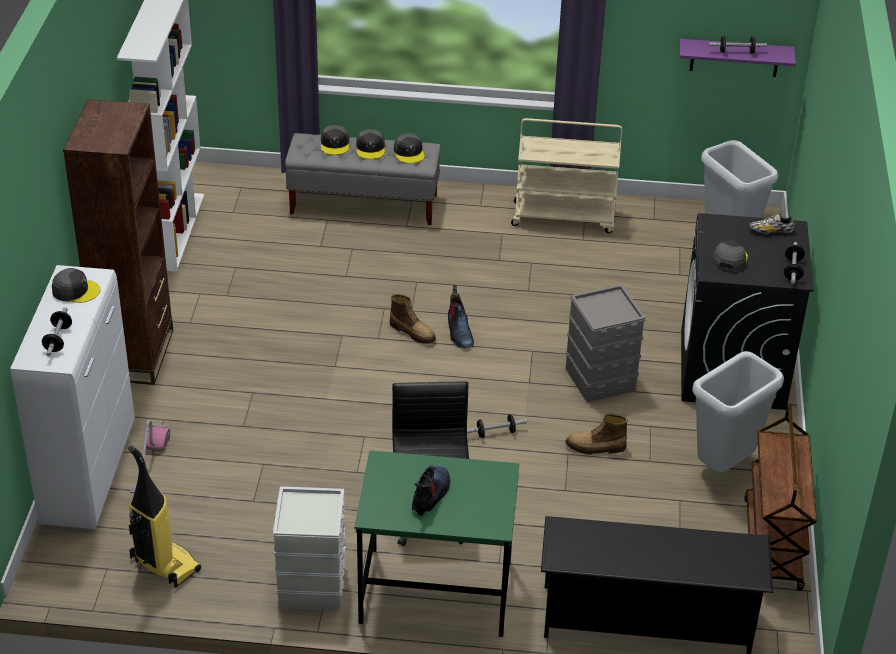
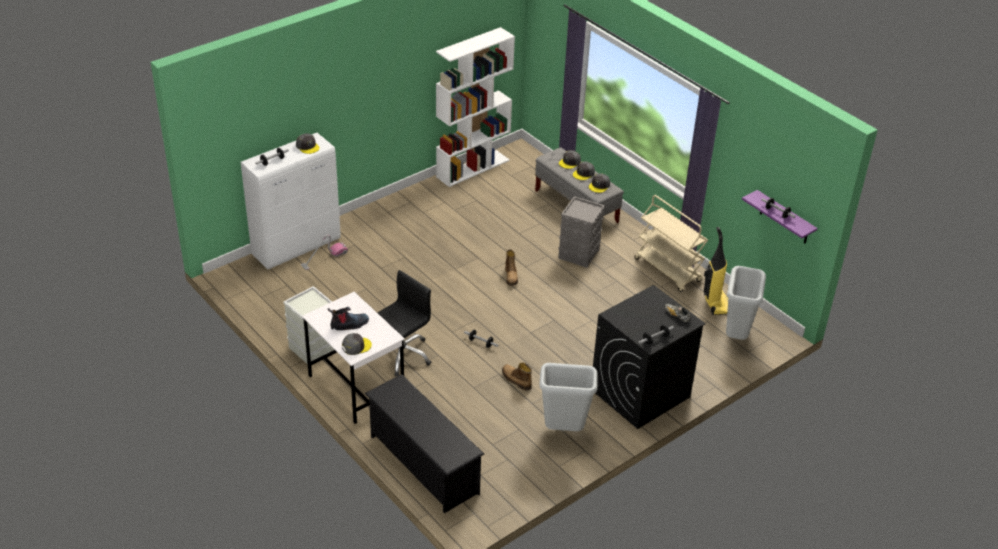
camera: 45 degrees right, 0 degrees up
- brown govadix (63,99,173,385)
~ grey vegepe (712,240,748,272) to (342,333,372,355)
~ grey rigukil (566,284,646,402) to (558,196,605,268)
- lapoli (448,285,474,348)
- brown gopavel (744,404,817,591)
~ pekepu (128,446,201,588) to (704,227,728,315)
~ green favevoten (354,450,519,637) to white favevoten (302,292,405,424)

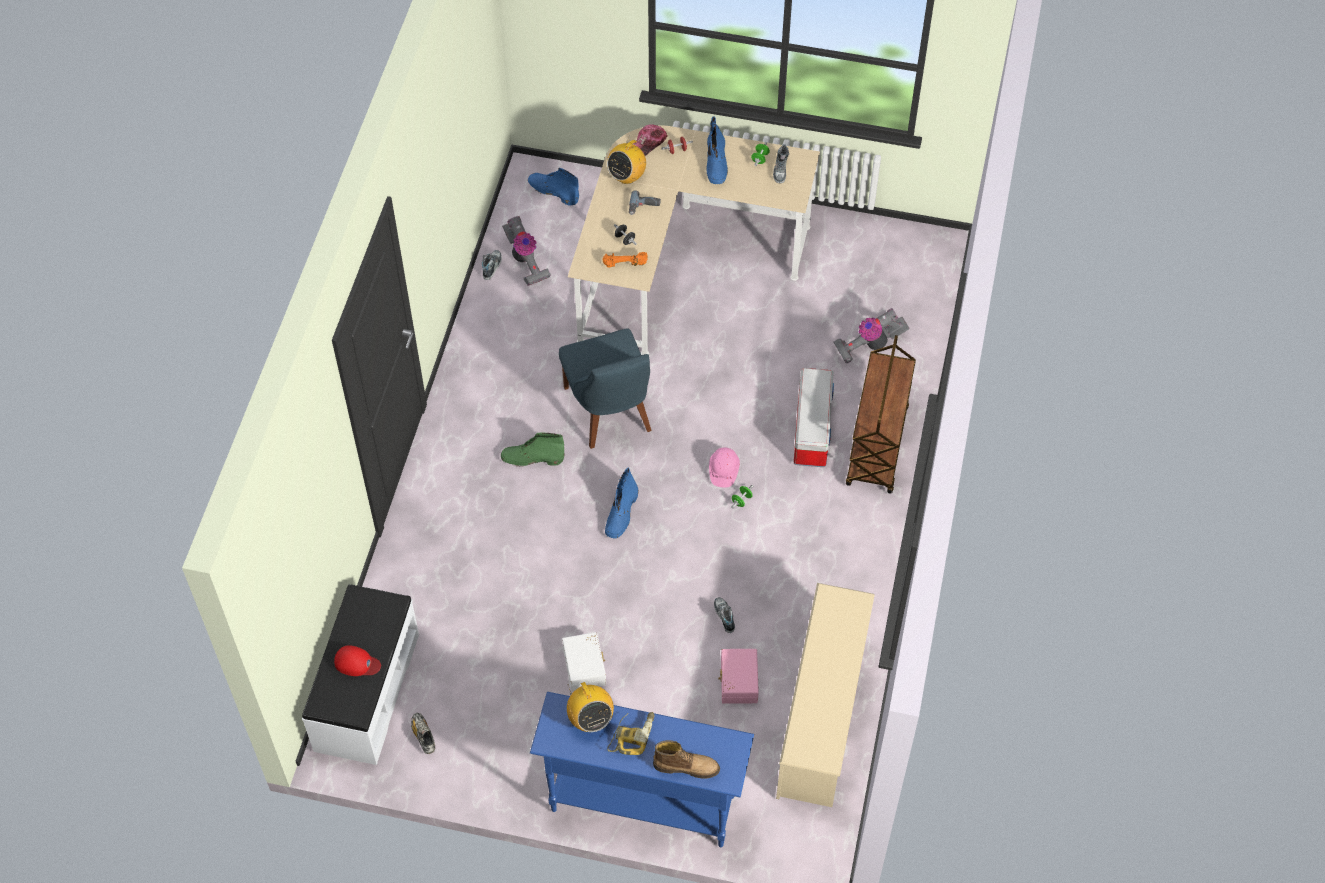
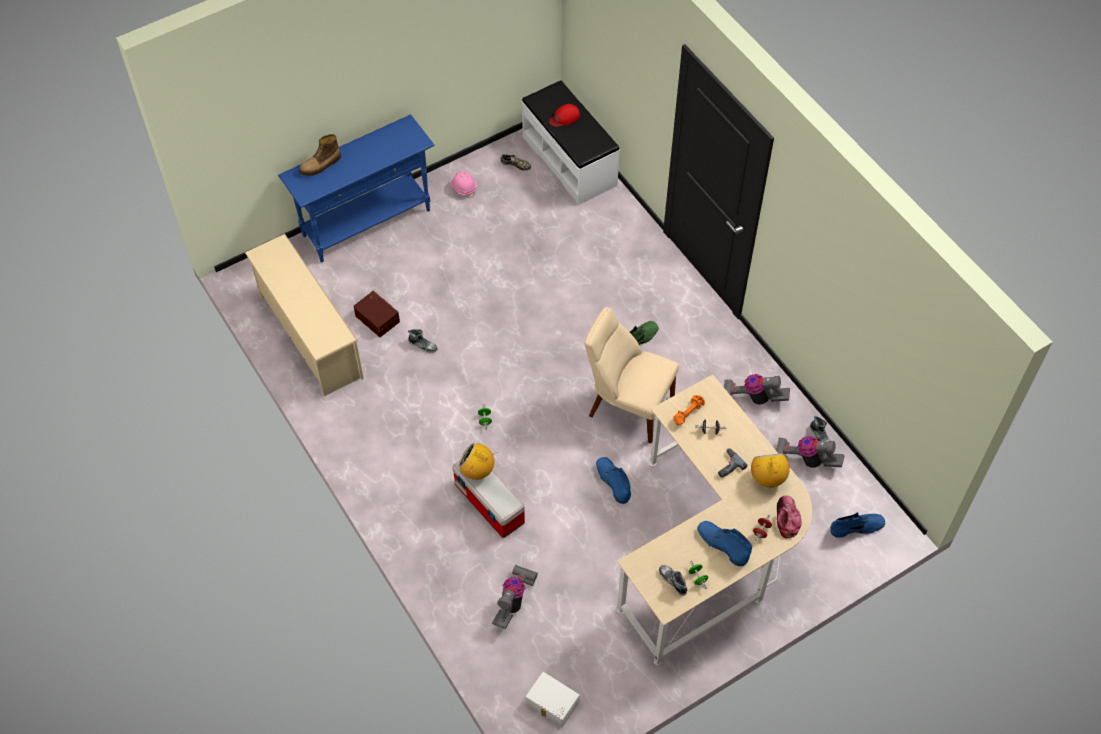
camera: 135 degrees right, 0 degrees up
~ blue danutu (559,328,652,449) to beige danutu (585,307,679,443)
- brown gopavel (846,335,916,494)
~ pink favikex (709,447,740,488) to (450,172,477,198)
~ blue lapoli (605,467,638,539) to (596,457,631,504)
~ white rigukil (562,632,606,691) to (526,672,580,727)
~ pink rigukil (718,649,759,704) to brown rigukil (354,291,400,337)
~ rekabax (567,682,614,732) to (458,443,498,480)
- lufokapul (607,712,654,755)
+ pekepu (724,374,790,405)

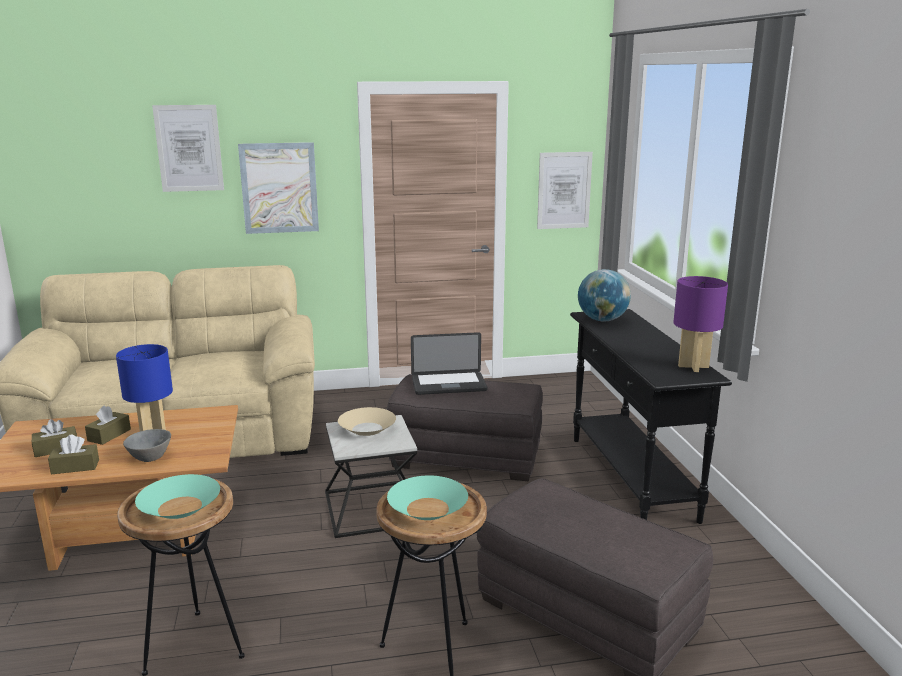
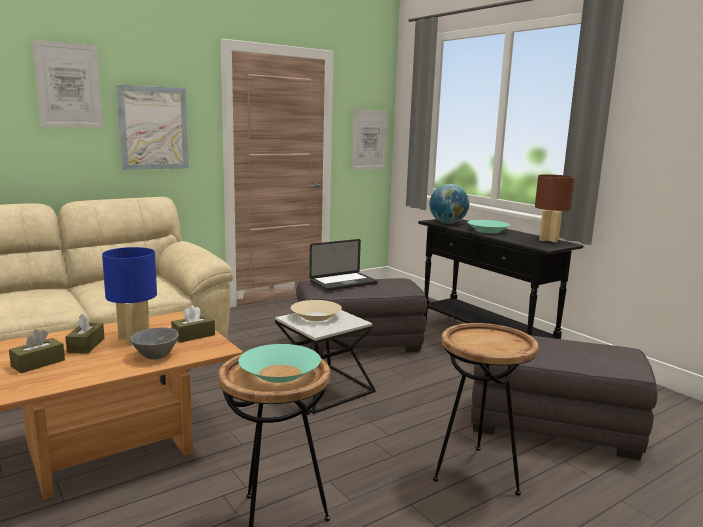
camera: 25 degrees left, 5 degrees down
~ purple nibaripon (673,276,728,372) to brown nibaripon (535,174,575,243)
~ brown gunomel (48,435,99,474) to (171,305,215,343)
~ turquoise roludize (387,475,468,520) to (467,220,510,233)

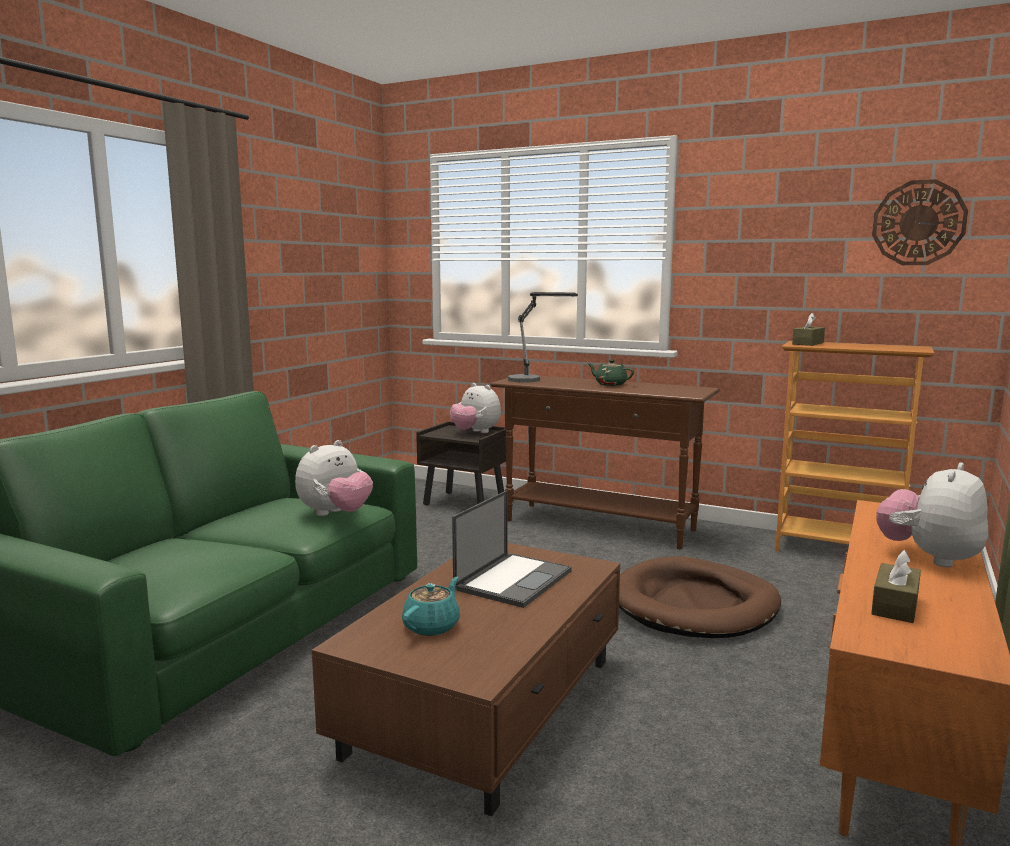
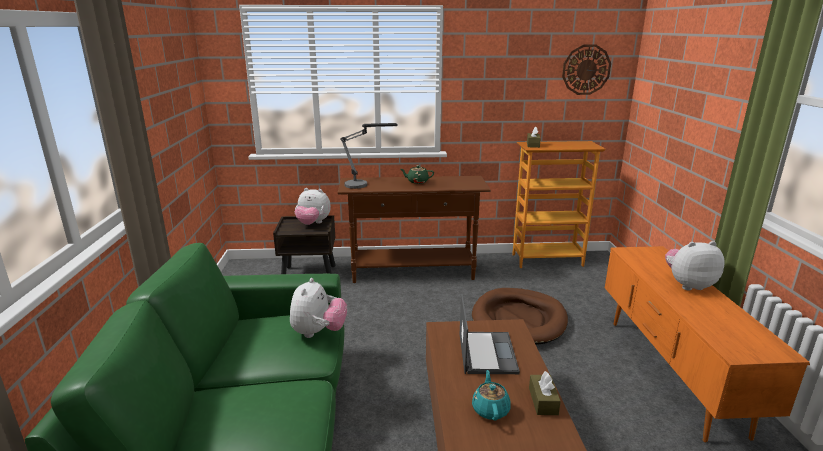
camera: 30 degrees left, 10 degrees up
~ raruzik (876,463,988,567) = (665,241,725,291) 75 degrees clockwise
~ brown gunomel (871,550,921,623) to (529,371,561,415)

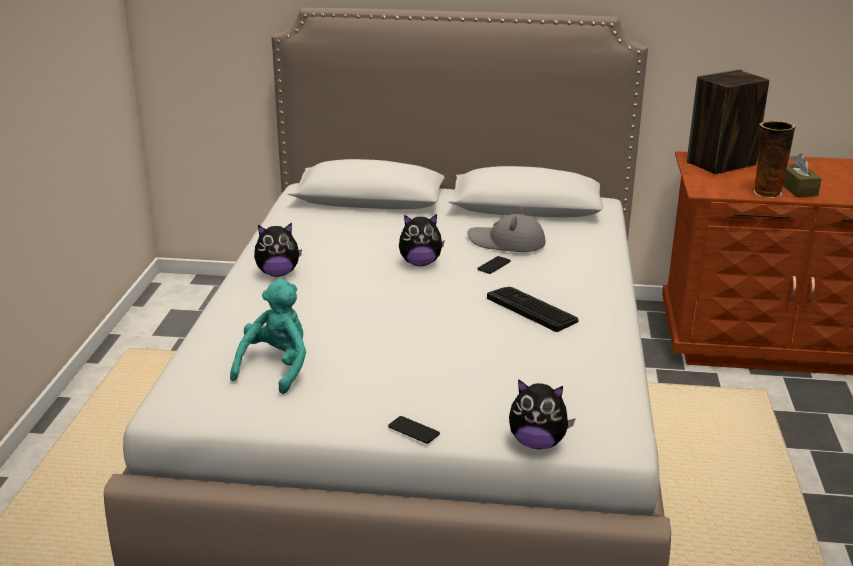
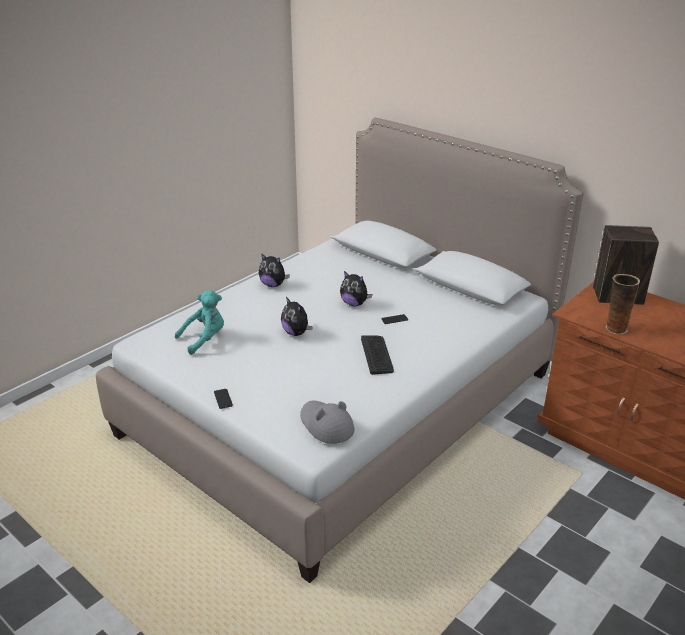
camera: 35 degrees right, 5 degrees up
- brown gunomel (783,153,822,197)
~ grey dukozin (468,207,545,252) to (300,401,354,444)
~ raruzik (509,379,576,449) to (281,297,313,336)

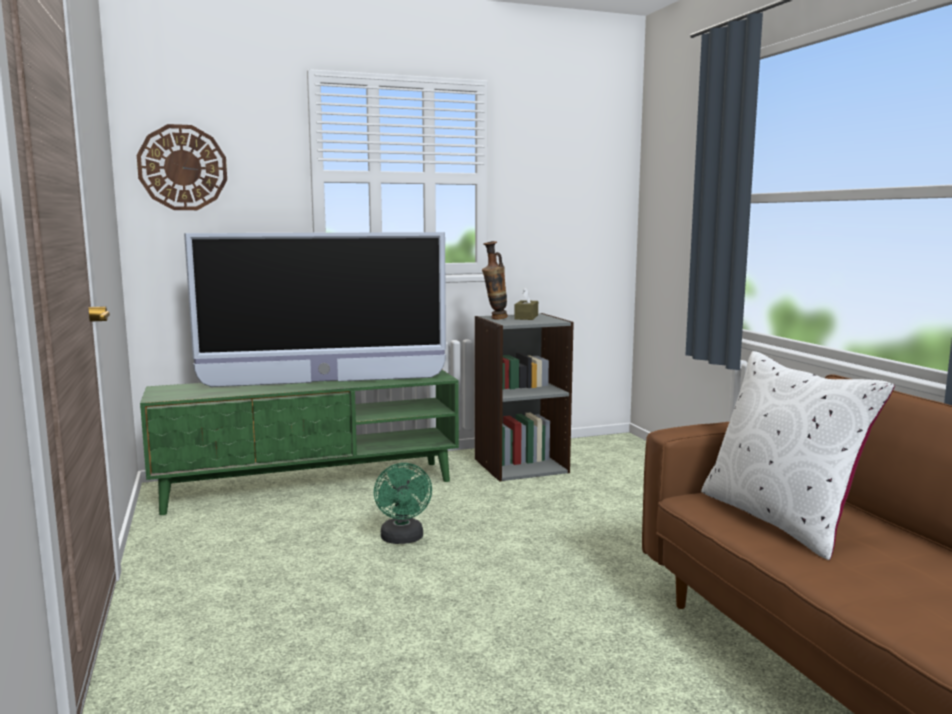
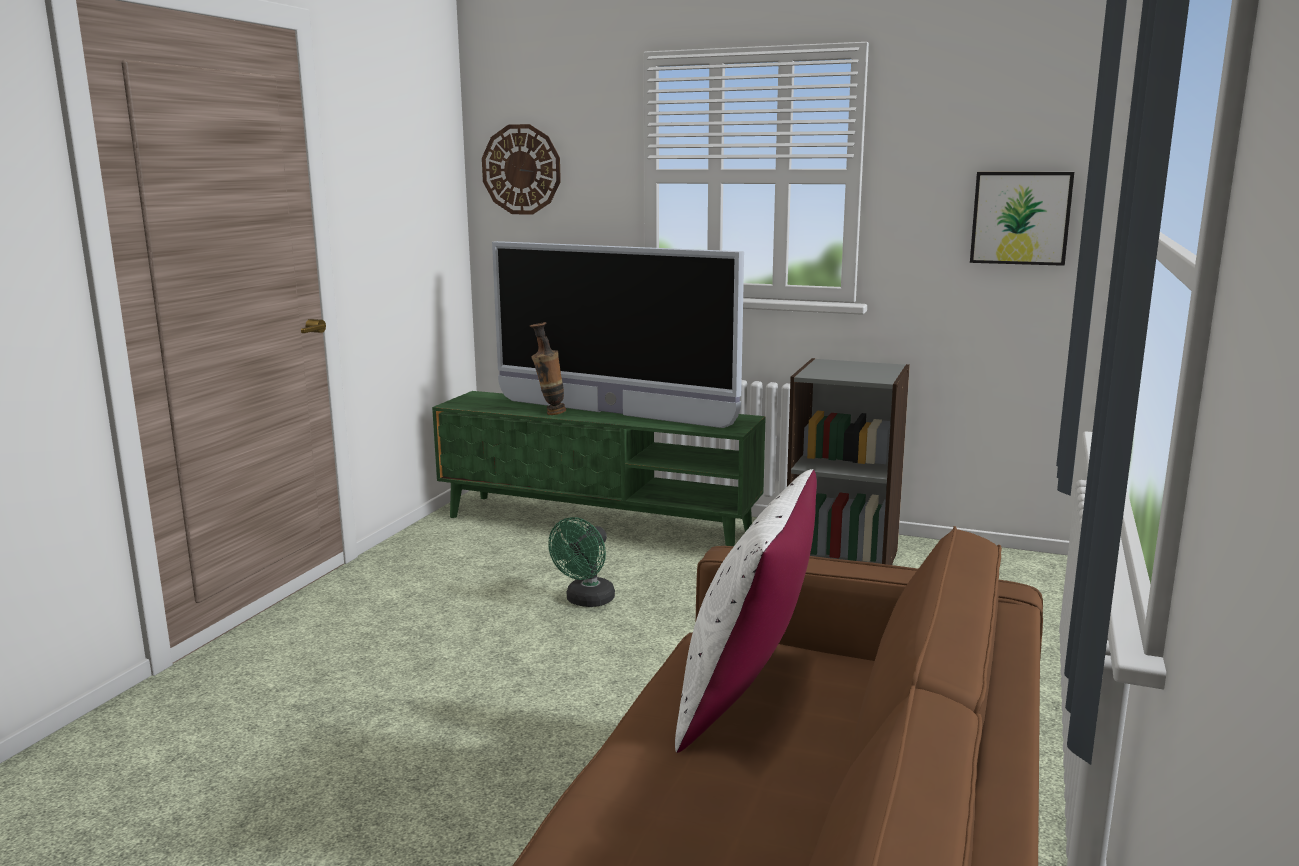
camera: 40 degrees right, 5 degrees up
~ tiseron (482,241,508,320) to (530,322,566,415)
- brown gunomel (514,288,538,320)
+ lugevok (970,172,1074,266)

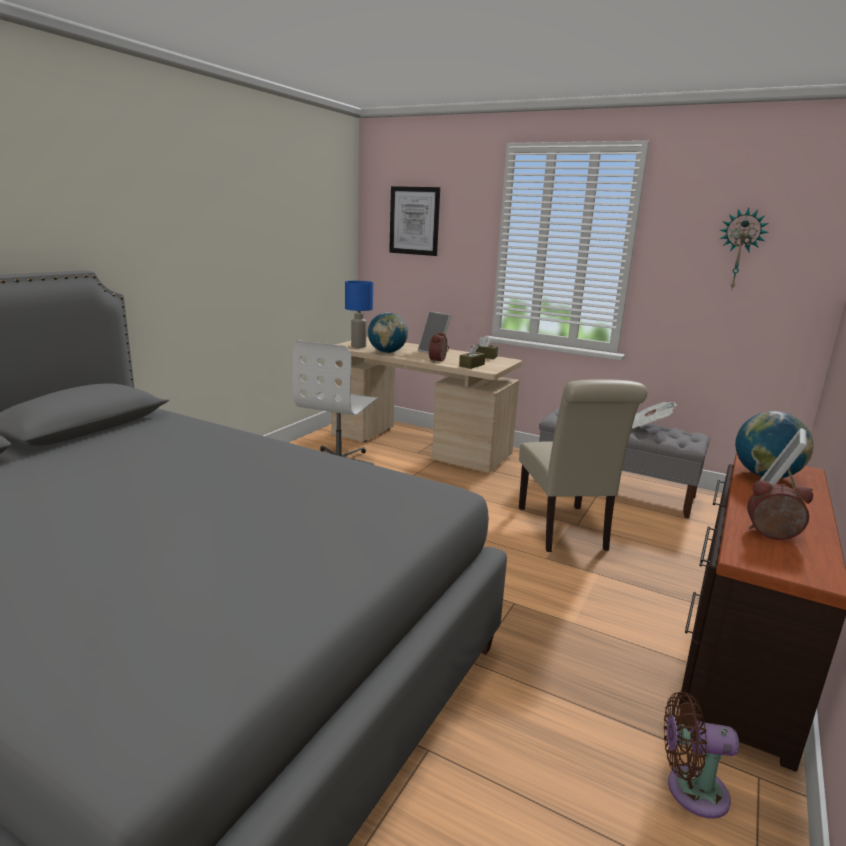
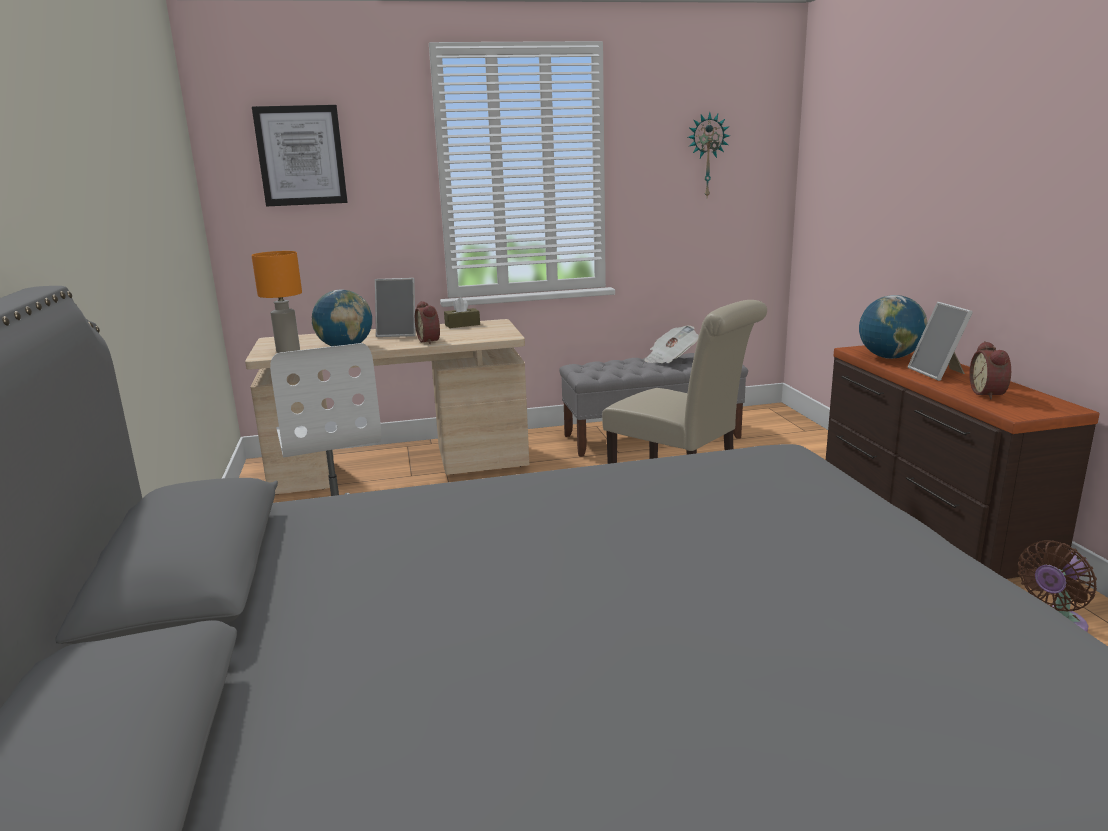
camera: 40 degrees left, 0 degrees up
~ blue nibaripon (345,281,373,348) to orange nibaripon (251,251,302,353)
- brown gunomel (459,344,485,369)
~ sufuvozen (747,480,813,540) = (969,341,1011,399) 60 degrees counterclockwise

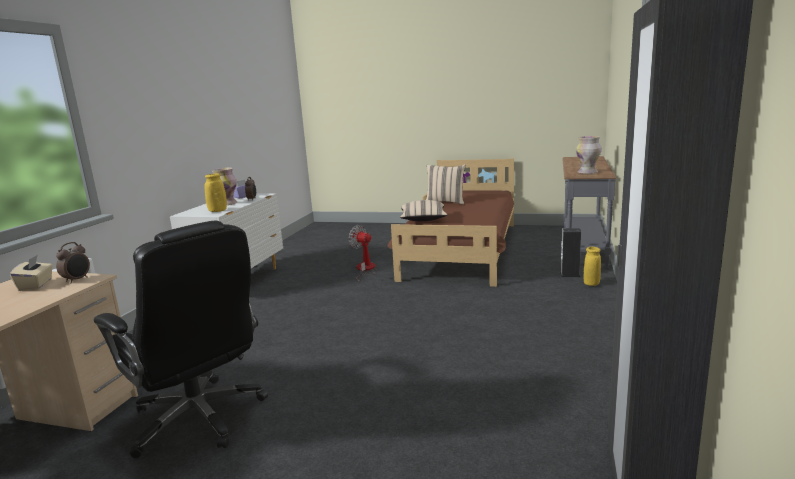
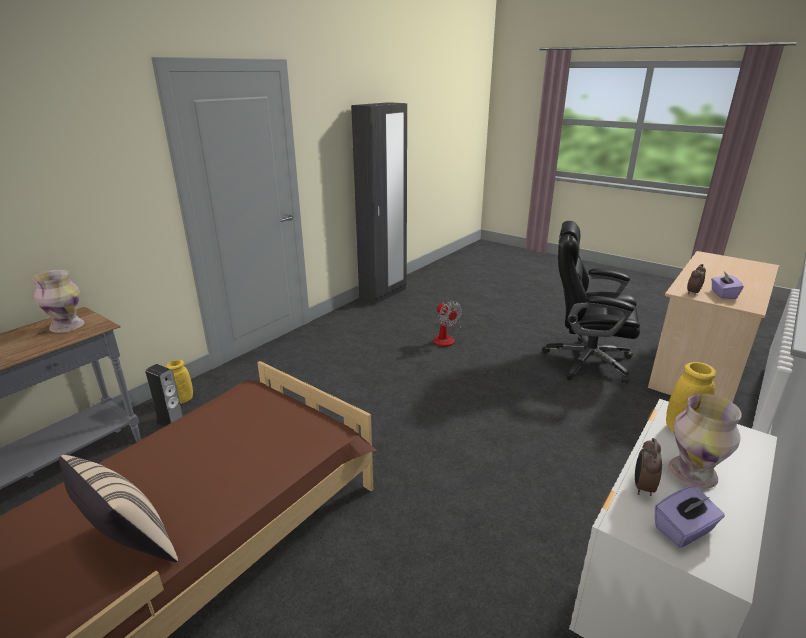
camera: 160 degrees left, 10 degrees up
- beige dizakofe (400,200,447,221)
~ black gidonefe (94,221,268,458) = (542,221,640,383) 45 degrees counterclockwise
~ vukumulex (349,225,377,281) to (433,301,462,347)
~ beige gunomel (10,255,53,291) to purple gunomel (711,271,743,299)

